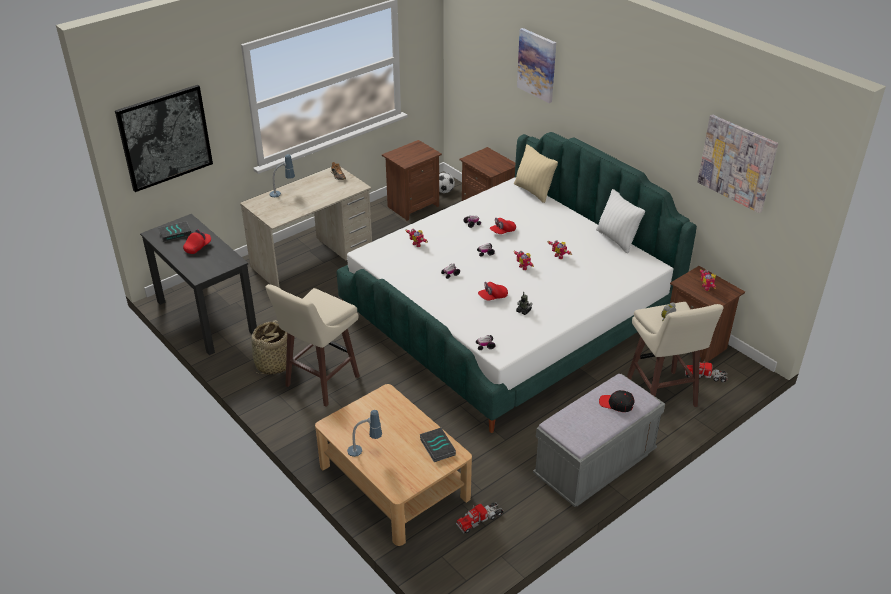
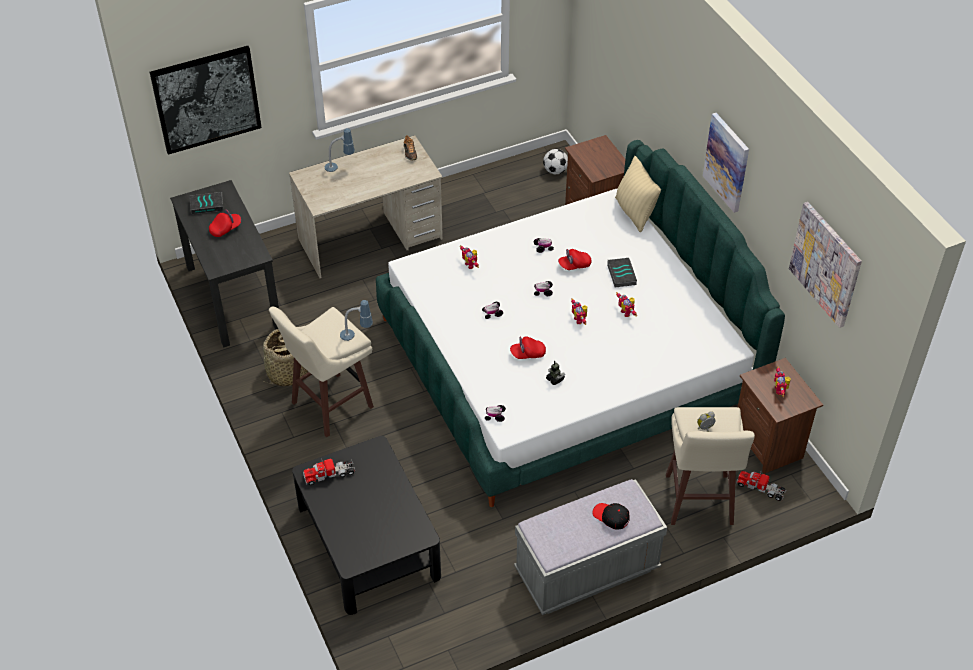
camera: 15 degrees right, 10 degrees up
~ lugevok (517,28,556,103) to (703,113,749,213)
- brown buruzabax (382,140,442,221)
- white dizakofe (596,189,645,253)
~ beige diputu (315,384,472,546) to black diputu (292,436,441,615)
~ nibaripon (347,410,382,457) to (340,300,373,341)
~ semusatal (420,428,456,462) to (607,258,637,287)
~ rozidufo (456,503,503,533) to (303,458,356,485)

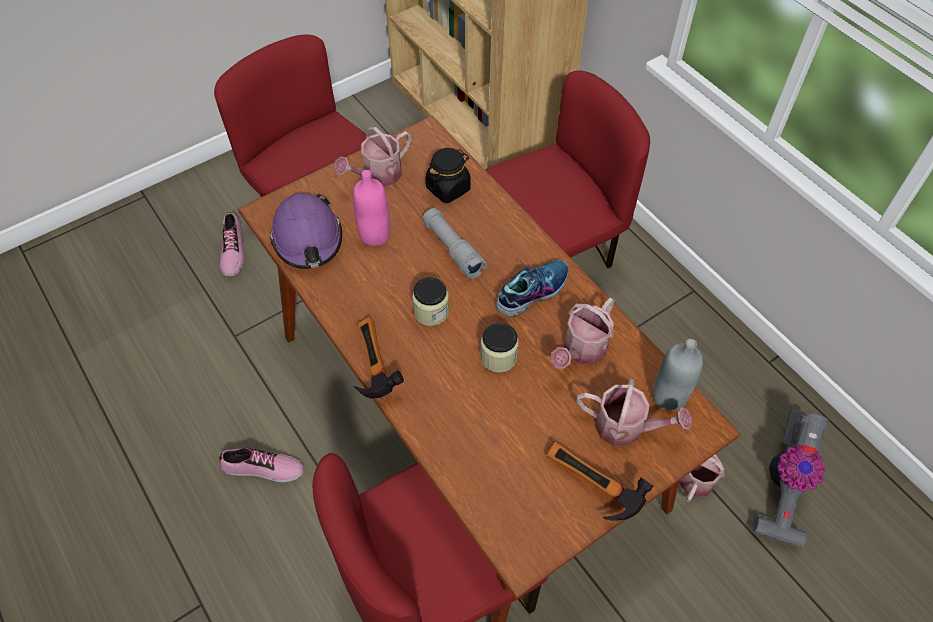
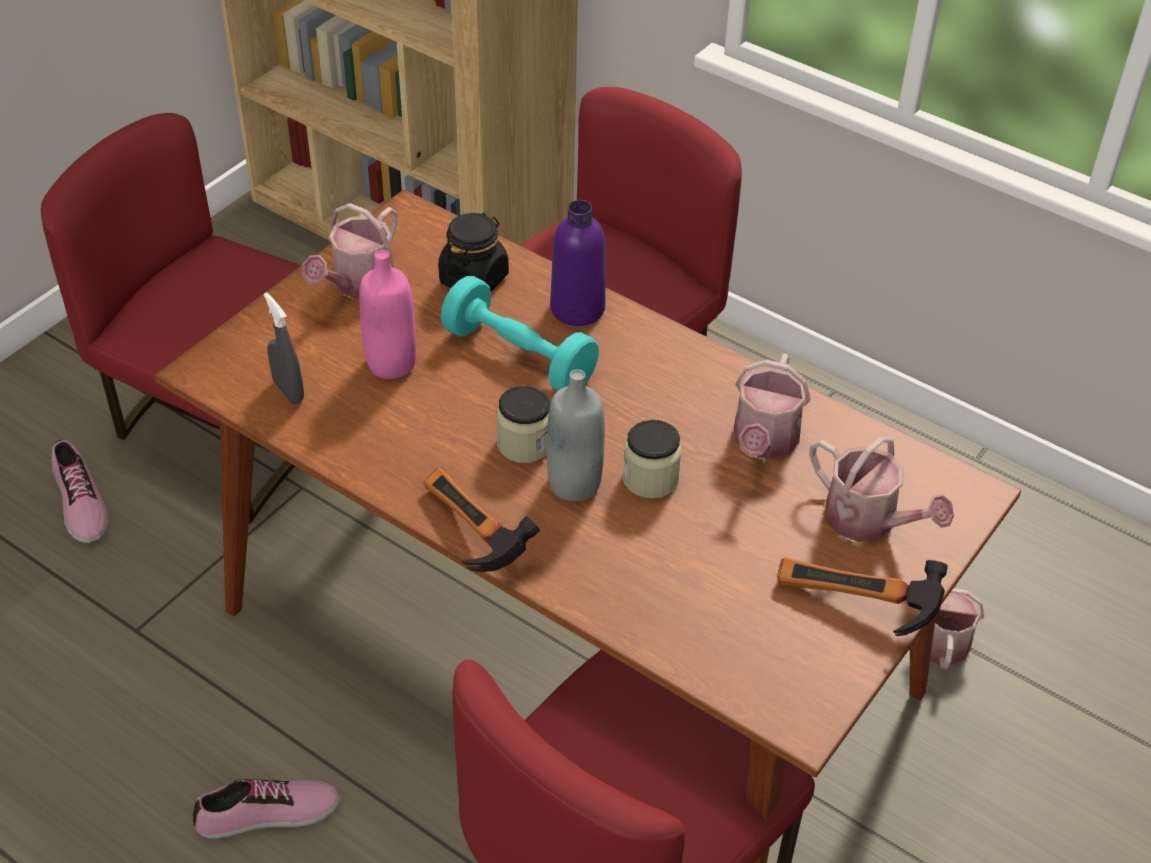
camera: 20 degrees left, 10 degrees down
~ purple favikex (270,193,342,269) to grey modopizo (264,293,304,404)
~ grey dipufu (423,208,487,279) to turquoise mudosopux (441,276,599,390)
- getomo (496,259,568,317)
~ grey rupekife (652,339,703,411) to (547,369,605,501)
~ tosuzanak (577,379,692,446) = (809,437,954,542) 45 degrees clockwise
- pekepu (752,408,829,548)
+ purple rupekife (550,200,606,326)

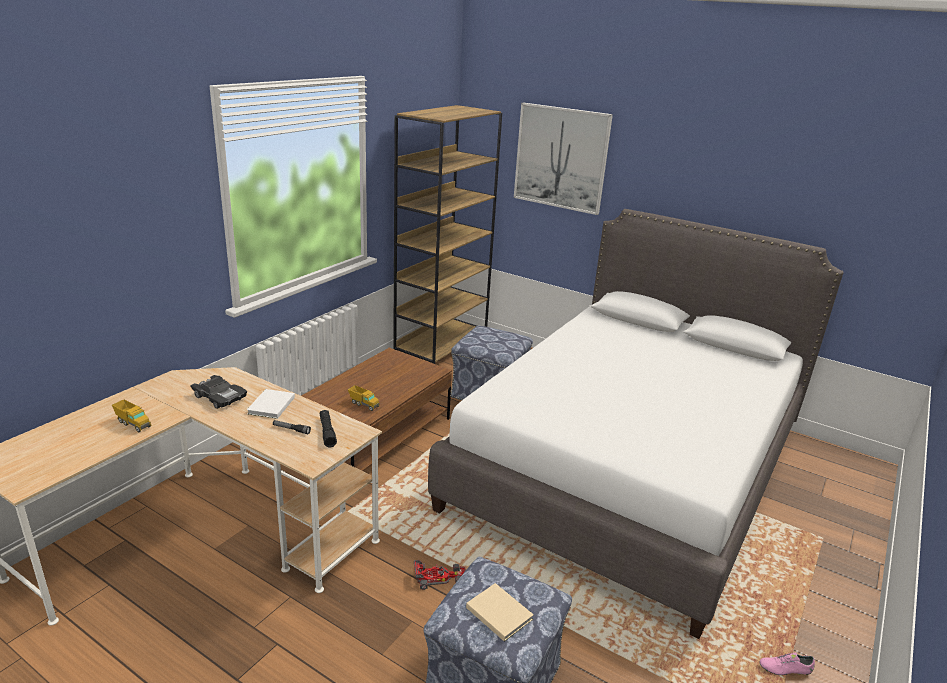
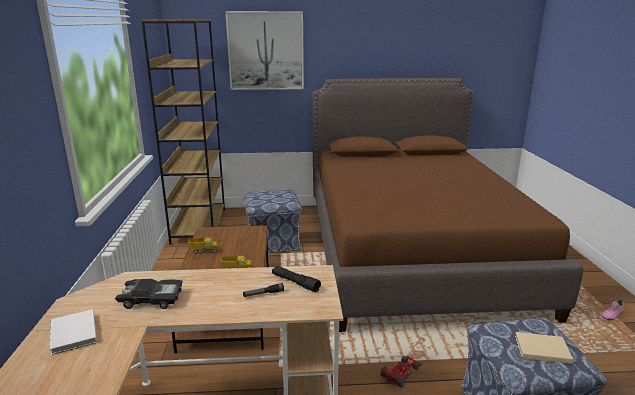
camera: 35 degrees left, 5 degrees down
~ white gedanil (428,209,844,639) to brown gedanil (312,78,583,332)
~ white semusatal (247,389,295,419) to (50,309,97,355)
~ rozidufo (112,399,151,432) to (188,237,219,254)

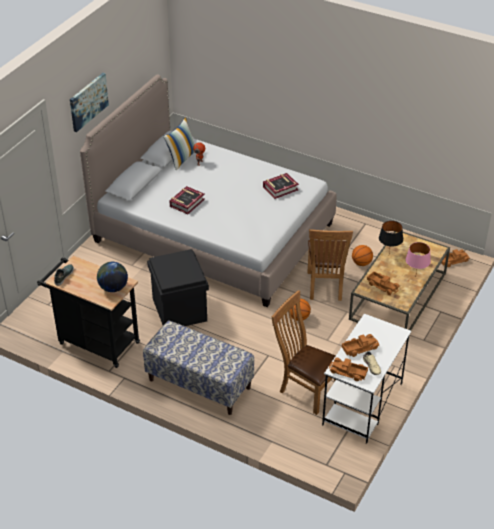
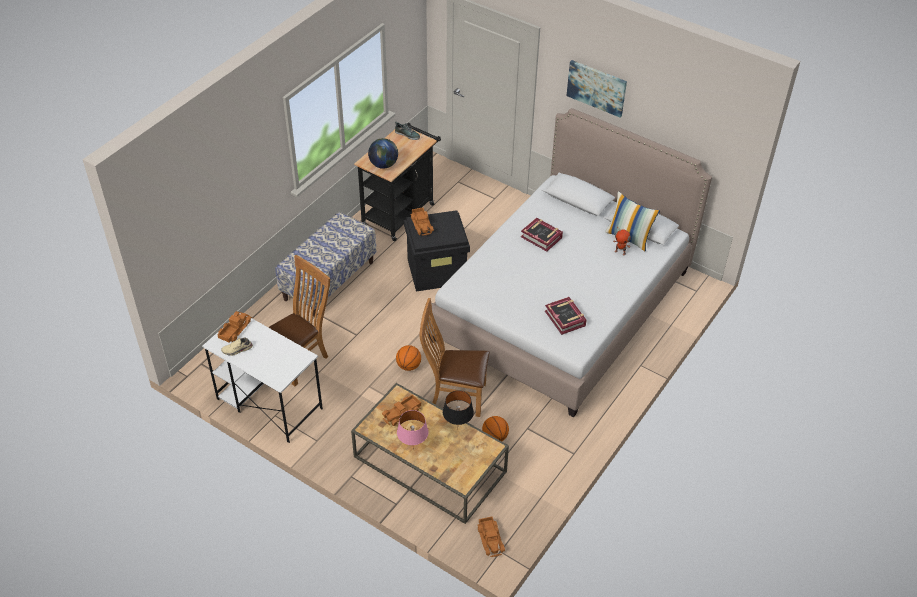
camera: 95 degrees right, 5 degrees up
~ rozidufo (342,334,379,357) to (411,208,434,235)

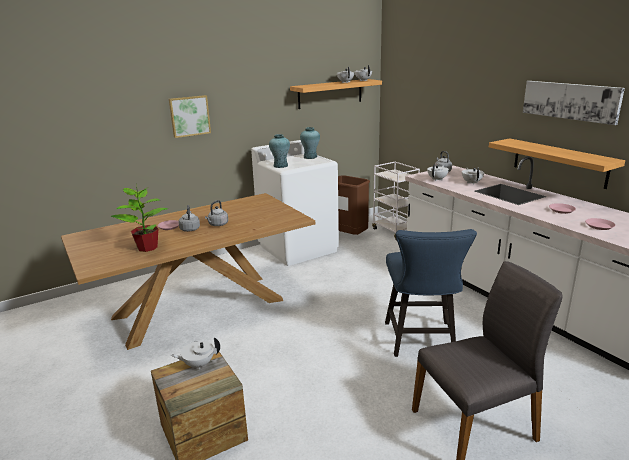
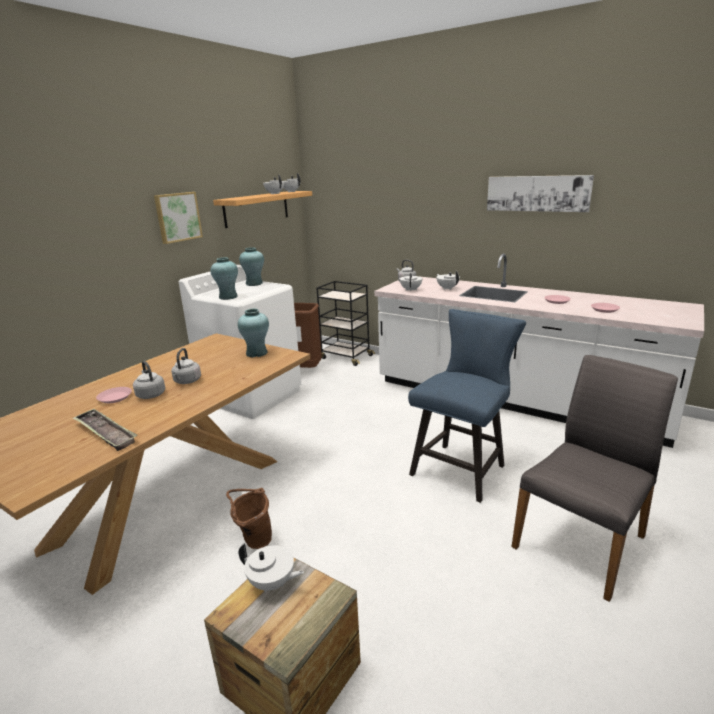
camera: 25 degrees left, 0 degrees up
~ lugevok (169,95,211,138) to (154,192,203,244)
- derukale (489,138,625,189)
~ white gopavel (372,162,420,240) to black gopavel (316,281,375,366)
~ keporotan (111,187,168,252) to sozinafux (73,408,138,451)
~ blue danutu (385,229,477,357) = (408,309,526,503) 120 degrees counterclockwise
~ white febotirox (171,338,220,369) = (239,543,304,593) 120 degrees counterclockwise
+ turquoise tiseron (238,309,269,358)
+ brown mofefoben (226,488,272,549)

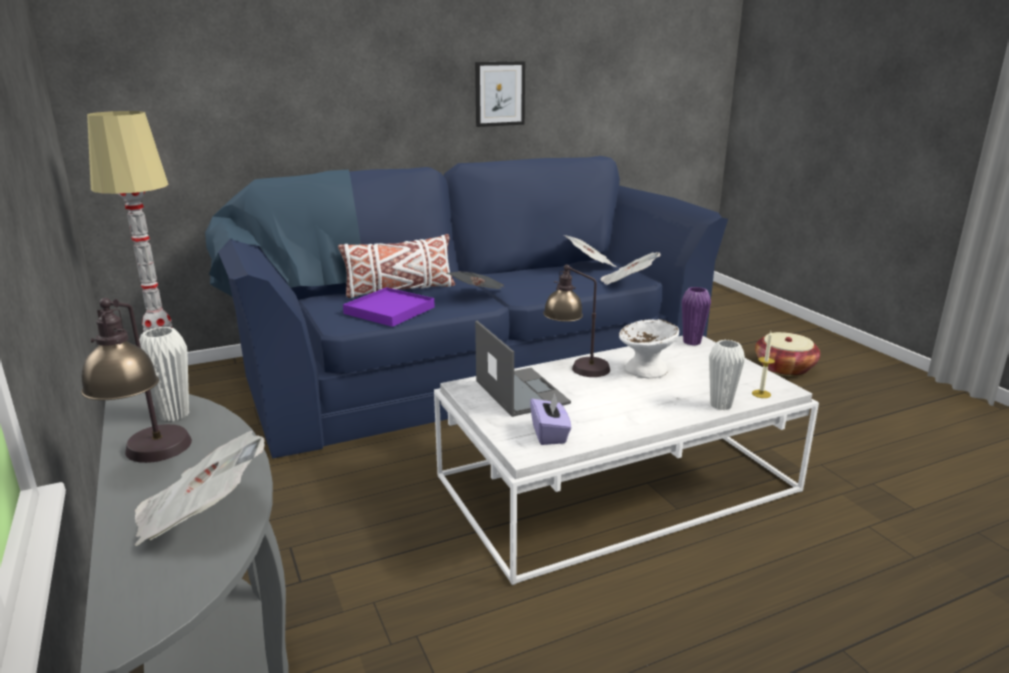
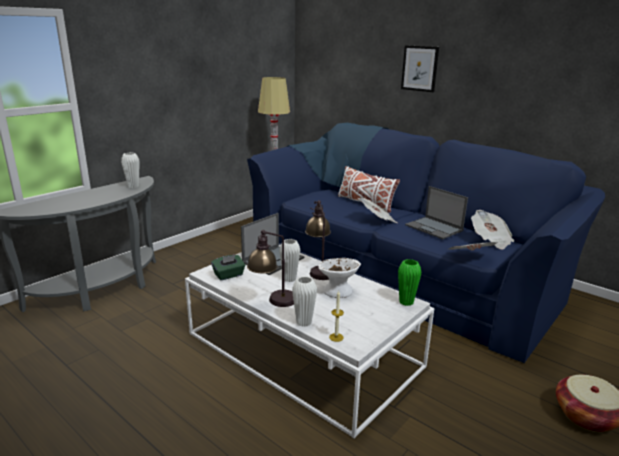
camera: 65 degrees right, 0 degrees up
~ lugevok (475,61,525,127) to (401,45,439,92)
- purple sozinafux (343,287,435,327)
~ purple tiseron (682,287,711,346) to green tiseron (398,259,421,306)
~ nibaripon (81,298,192,463) to (247,230,294,307)
~ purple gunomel (530,394,571,445) to green gunomel (211,255,245,280)
- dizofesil (135,431,265,547)
+ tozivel (405,186,468,239)
+ white tiseron (279,239,300,282)

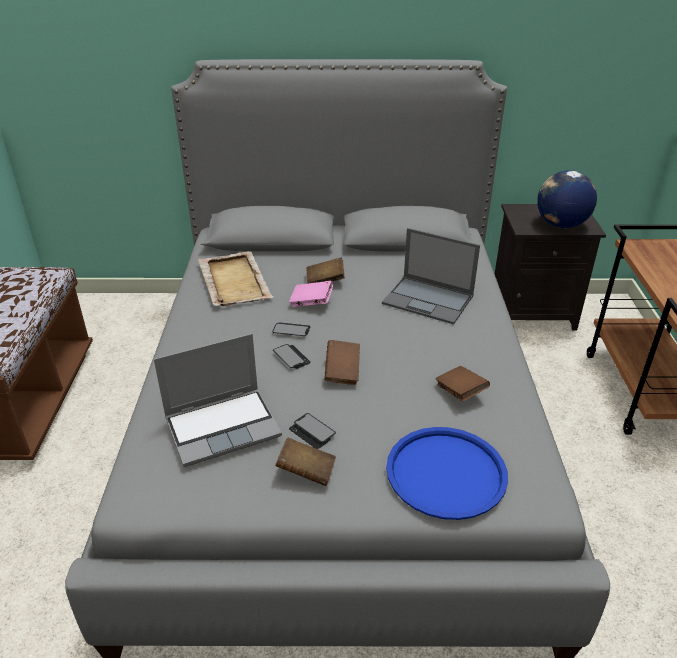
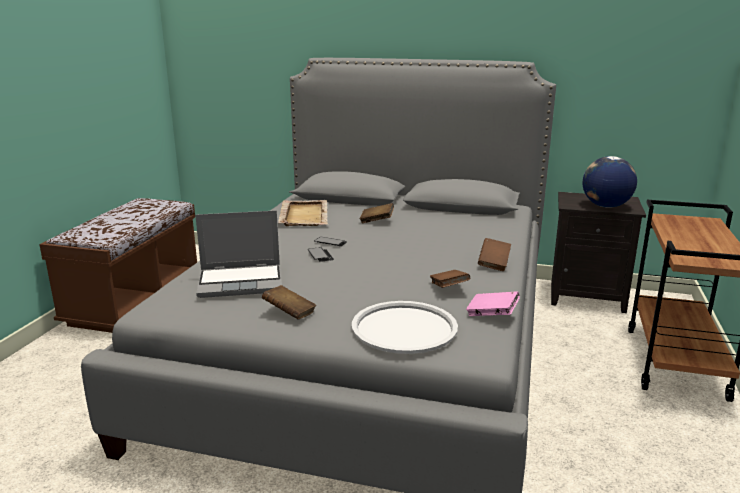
camera: 15 degrees right, 15 degrees down
- tozivel (382,228,480,324)
~ pink semusatal (289,281,333,307) to (466,291,520,316)
~ brown semusatal (324,340,360,385) to (478,238,511,271)
- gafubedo (289,413,336,449)
~ blue sozinafux (386,427,508,520) to white sozinafux (352,301,458,354)

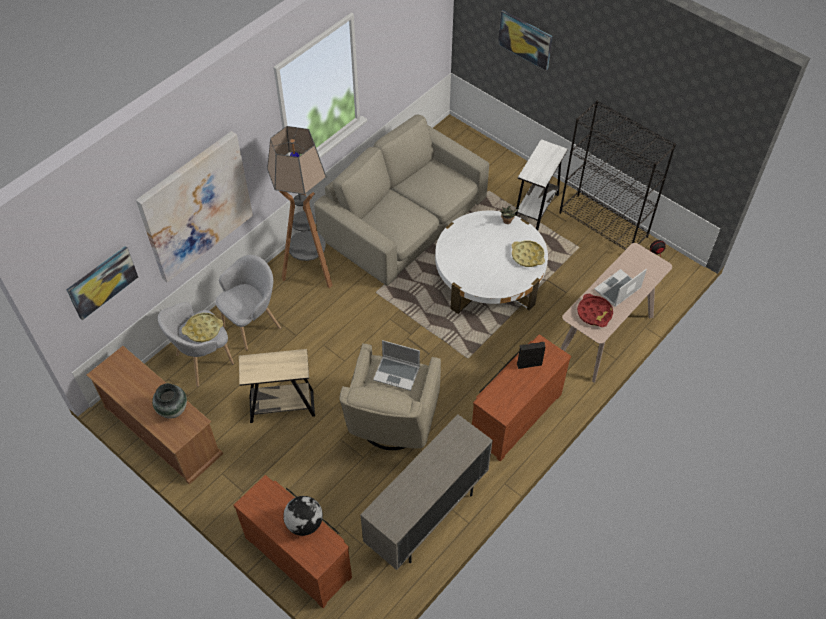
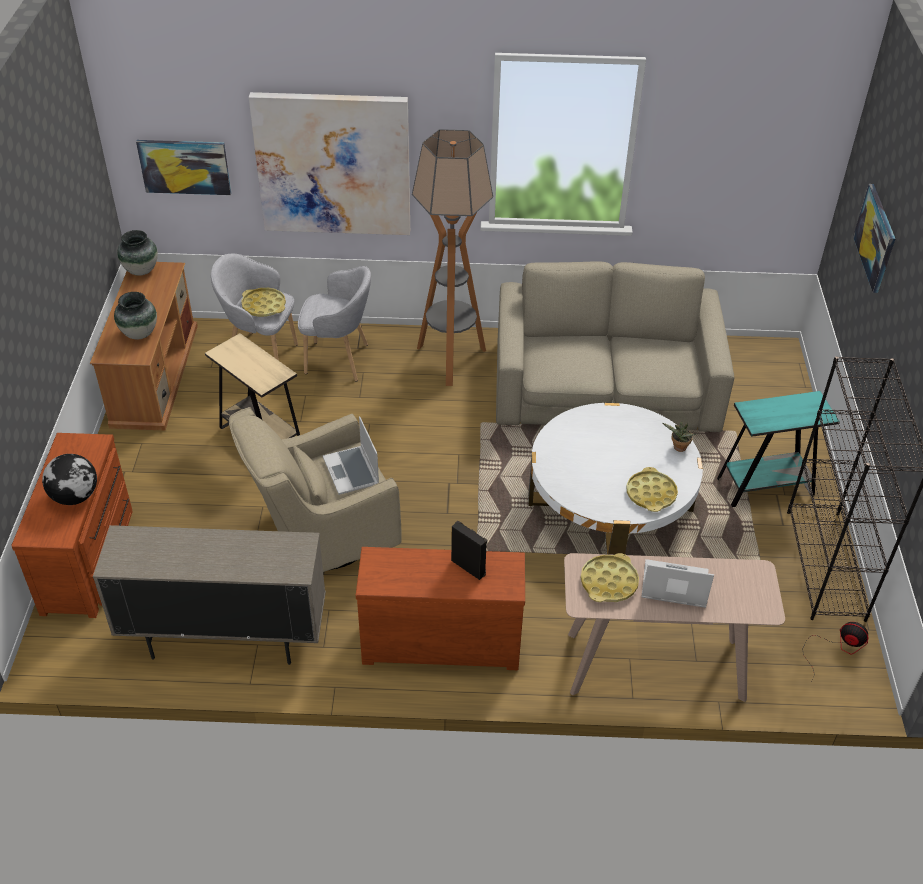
camera: 50 degrees right, 10 degrees down
~ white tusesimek (515,139,568,230) to turquoise tusesimek (717,391,840,507)
~ red sozinafux (577,294,613,327) to yellow sozinafux (581,553,639,602)
+ tiseron (117,230,158,276)

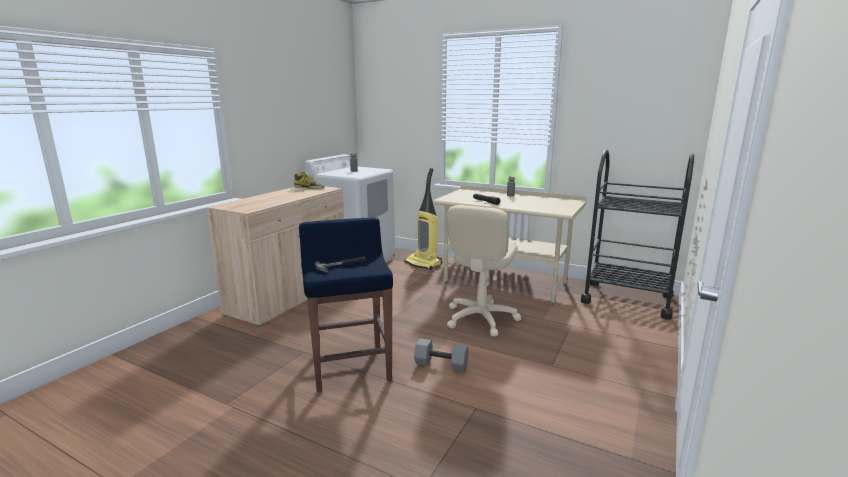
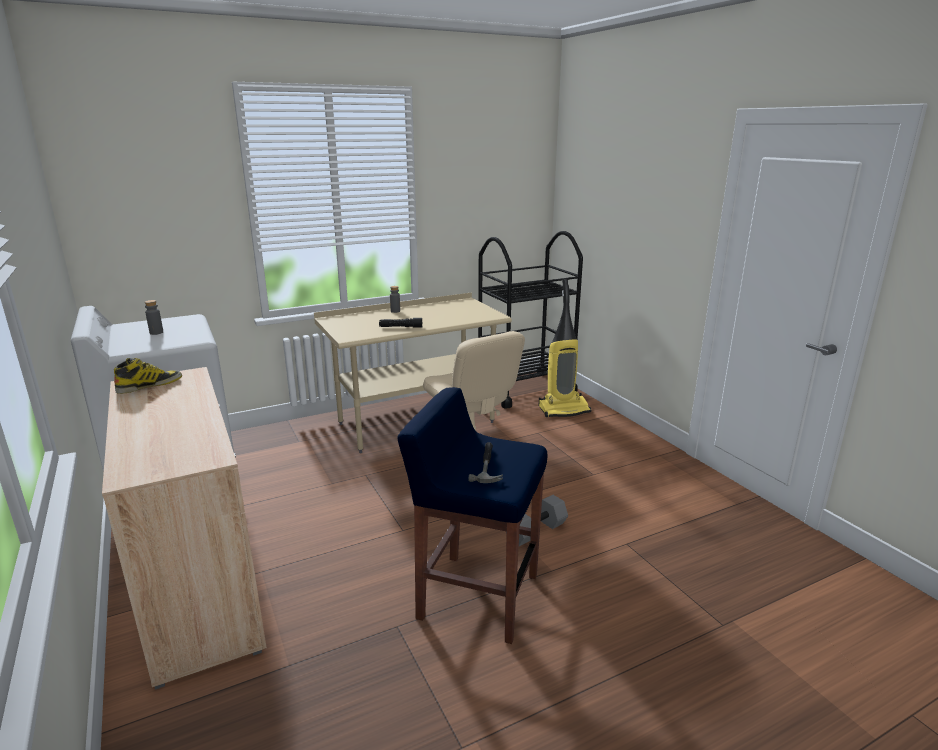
camera: 55 degrees left, 5 degrees up
~ pekepu (404,168,442,270) to (539,279,591,417)

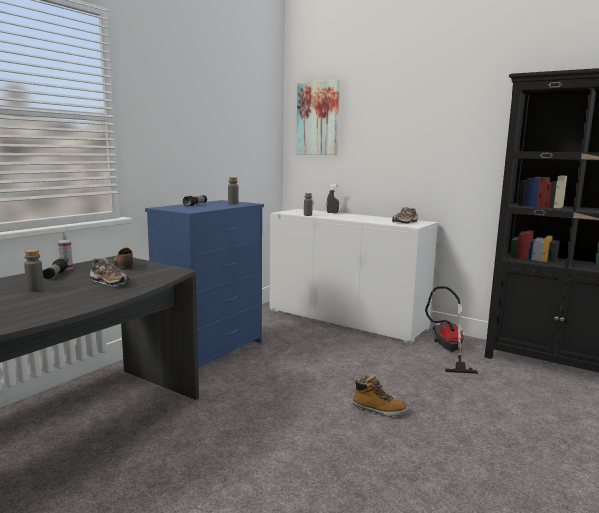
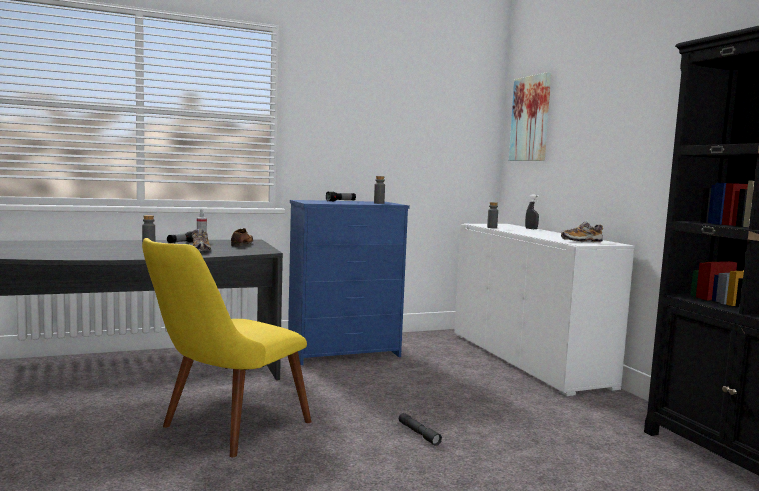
camera: 35 degrees right, 5 degrees down
- pekepu (425,286,478,374)
~ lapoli (353,374,408,417) to grey dipufu (399,413,442,446)
+ yellow danutu (142,238,311,457)

